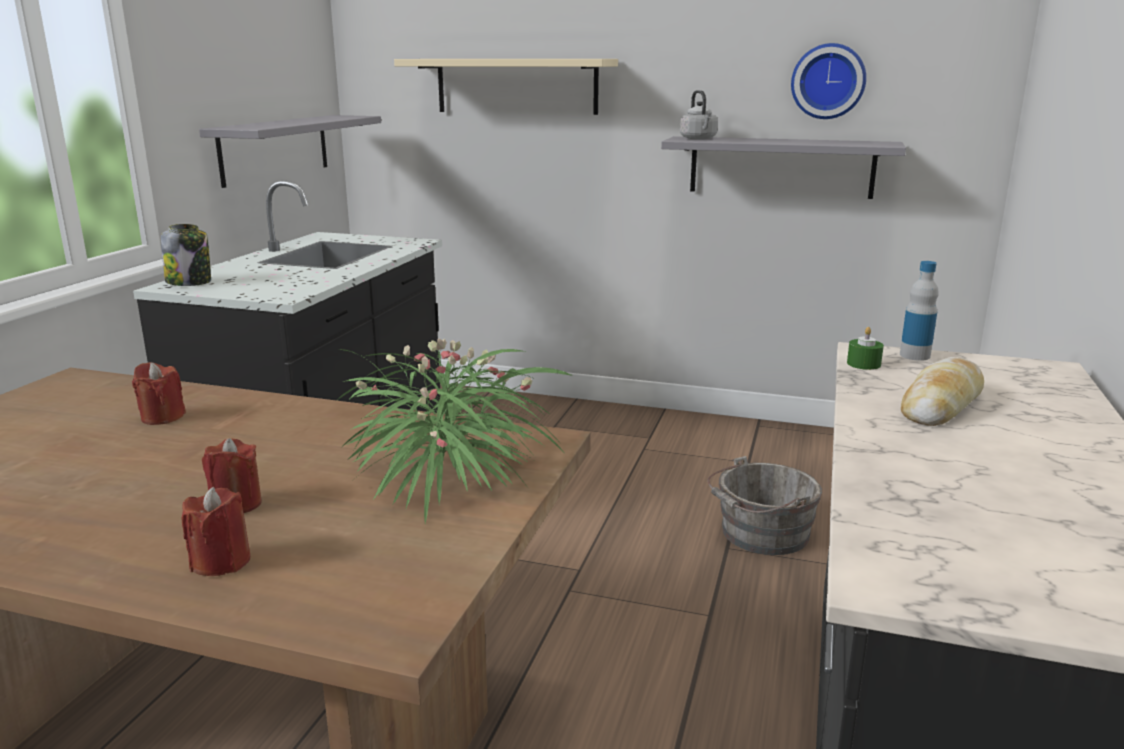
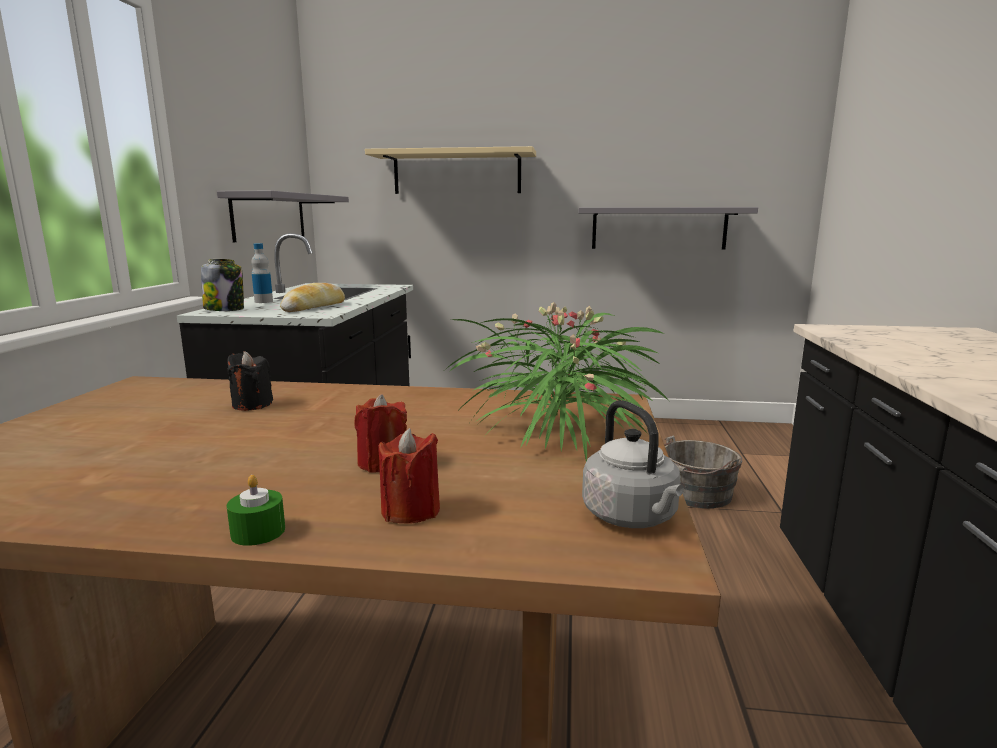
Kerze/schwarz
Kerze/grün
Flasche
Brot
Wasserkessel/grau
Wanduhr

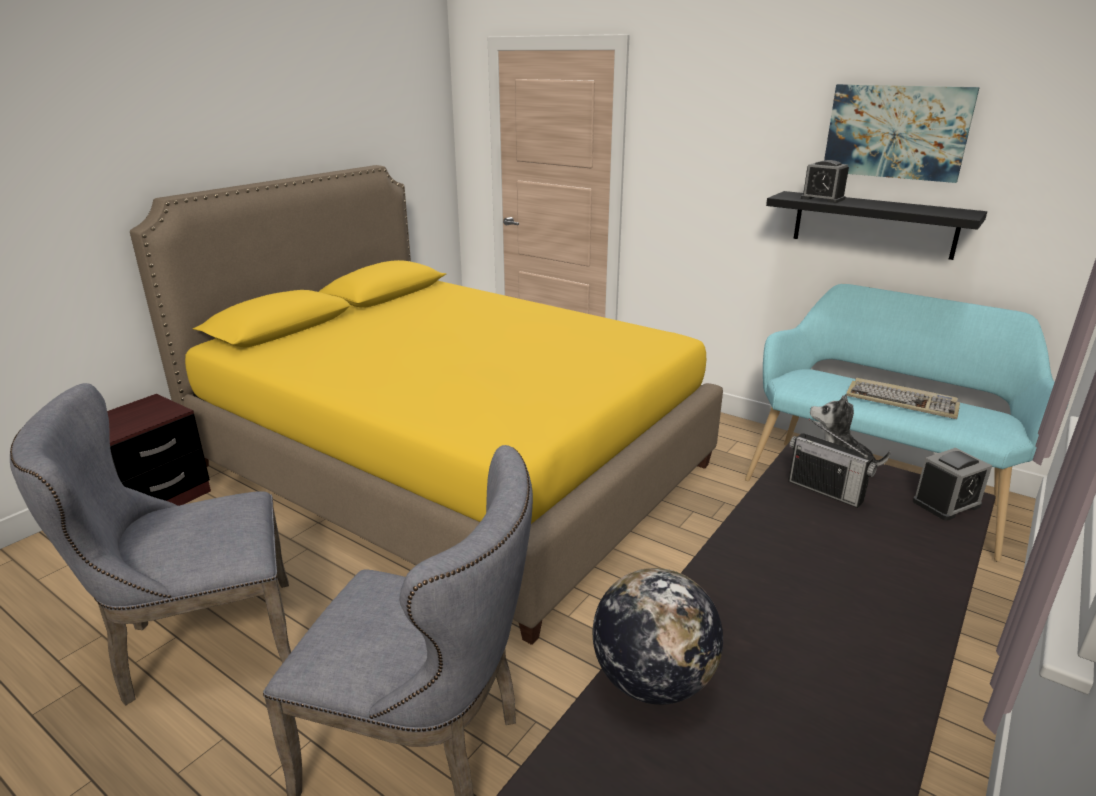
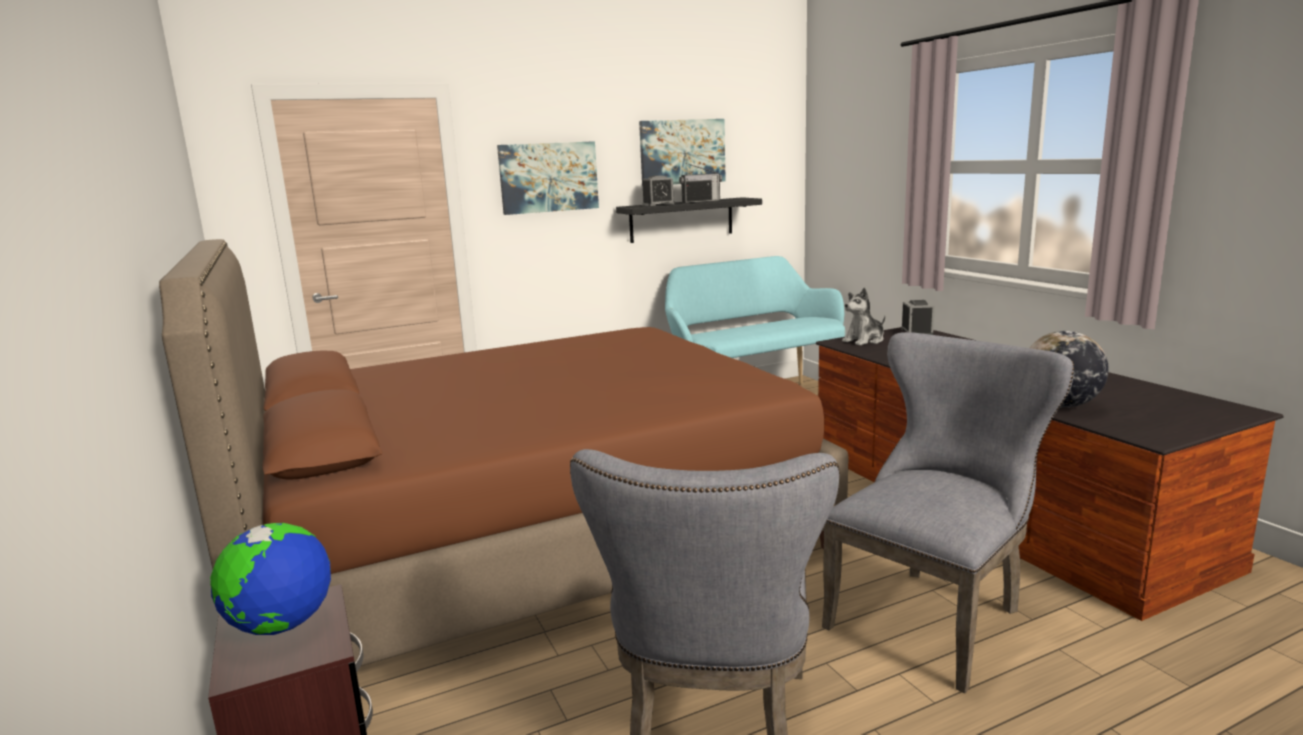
Bett/braun
Globus (1st from left)
Bild (1st from left)
Radio
Tastatur

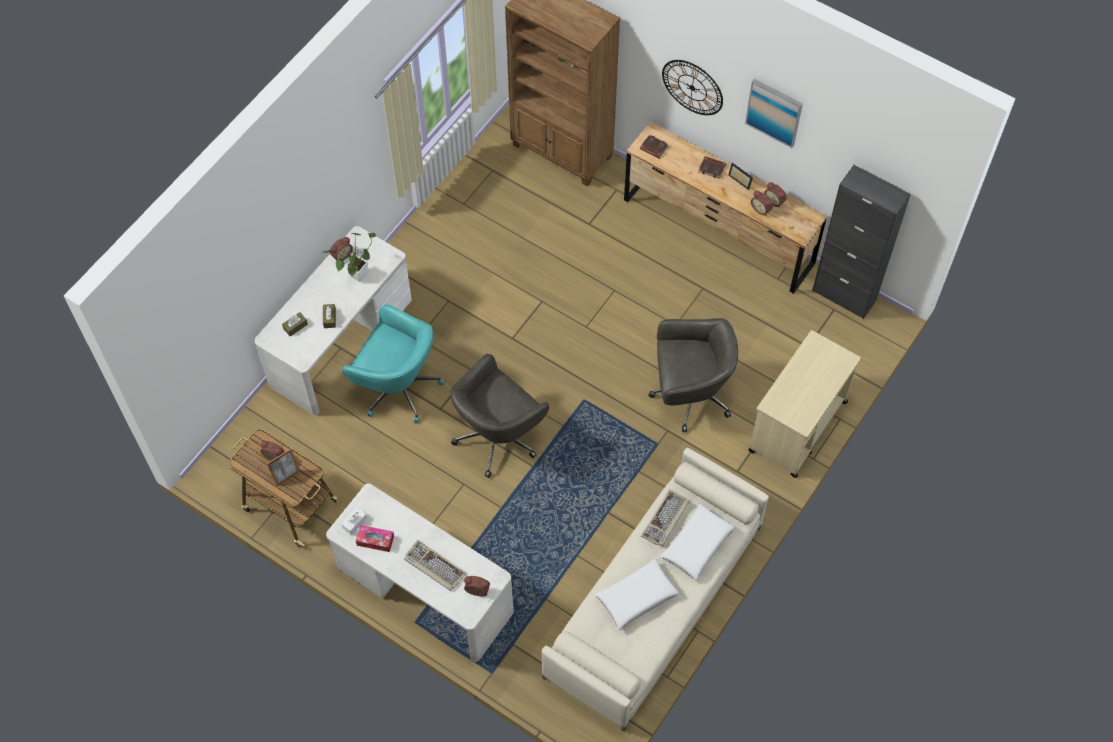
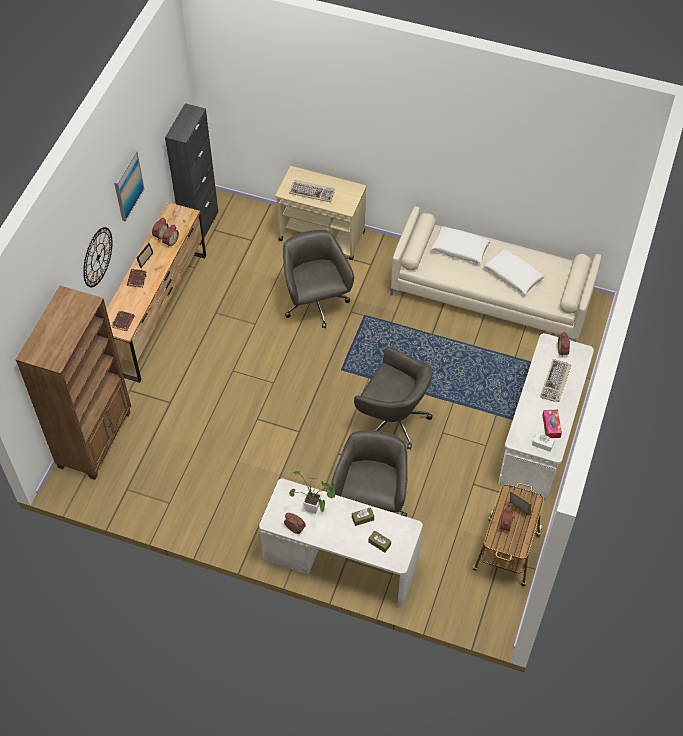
Tastatur (1st from left)
Bürostuhl/grau (2nd from left)

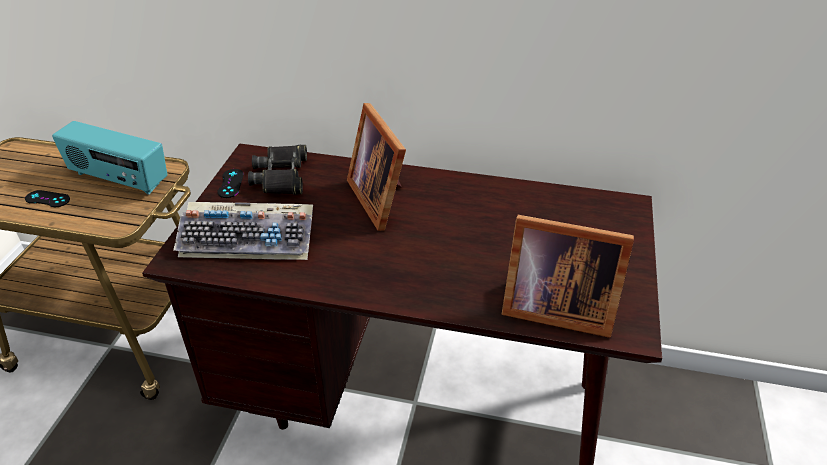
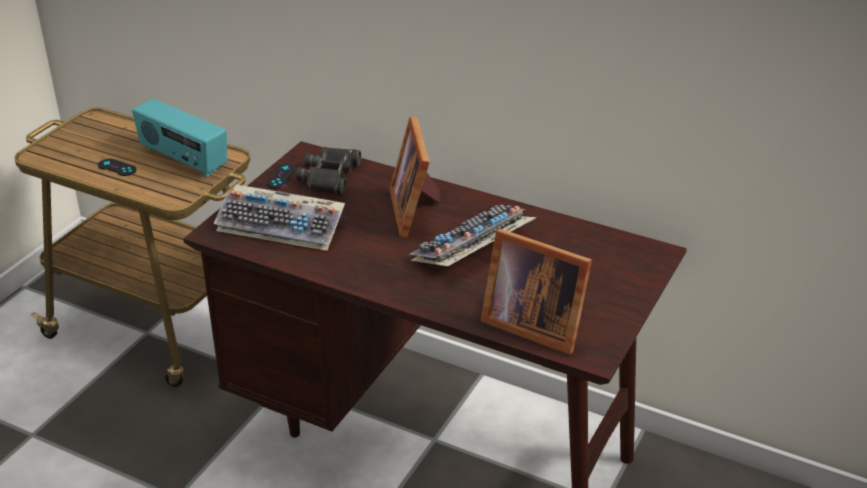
Tastatur (2nd from left)

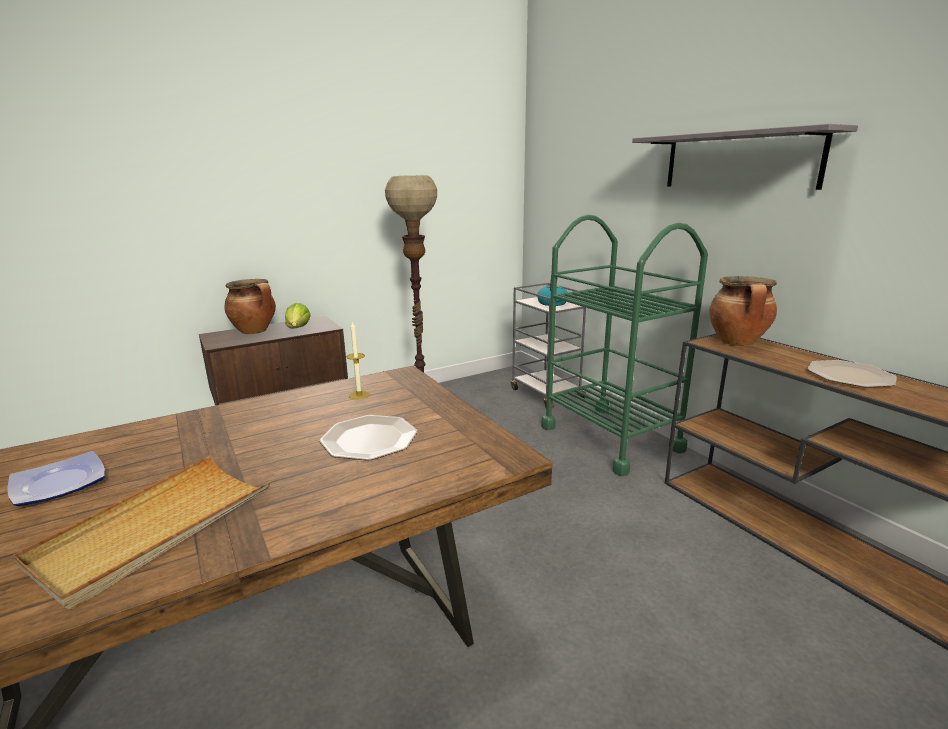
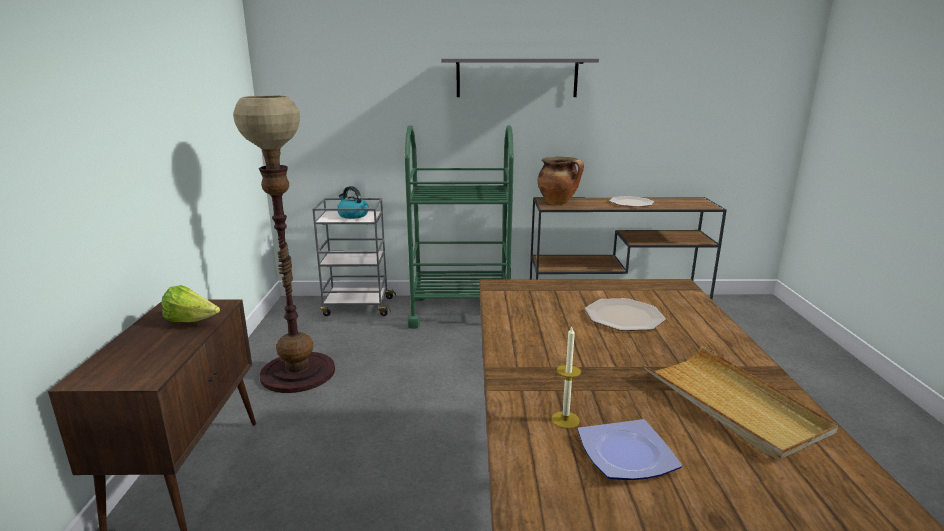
Kerze
Kochtopf (1st from left in the first image)

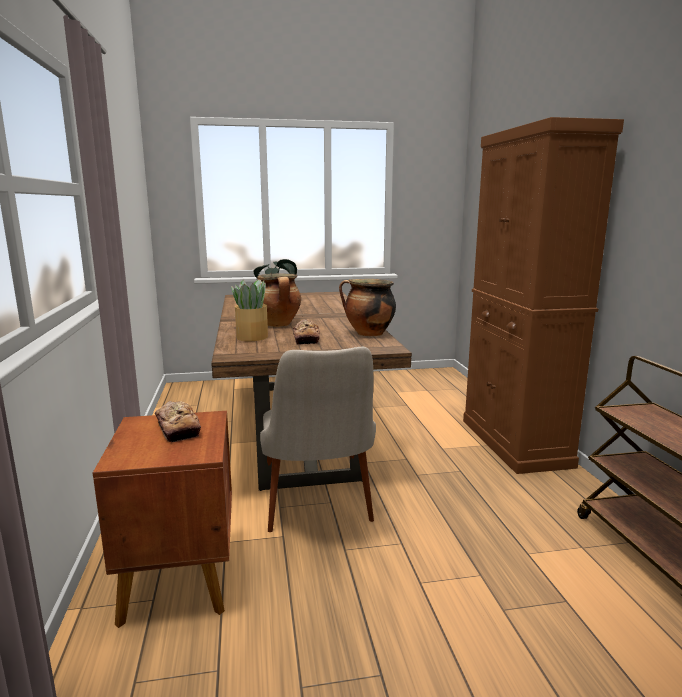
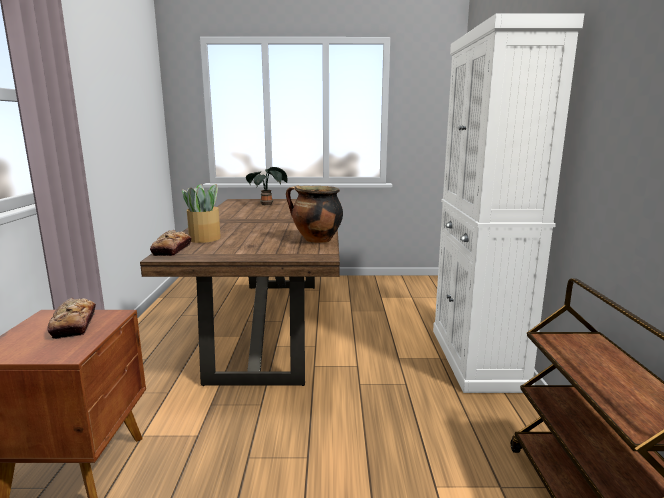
Brot (2nd from left)
Schrank/weiß
Kochtopf (1st from left in the first image)
Stuhl/beige

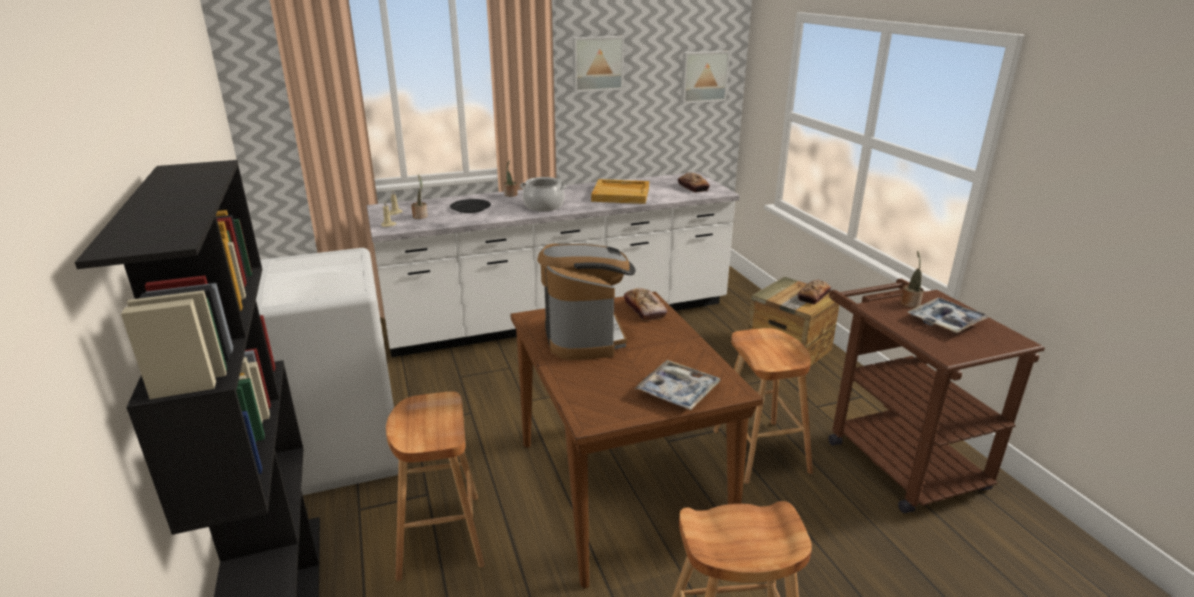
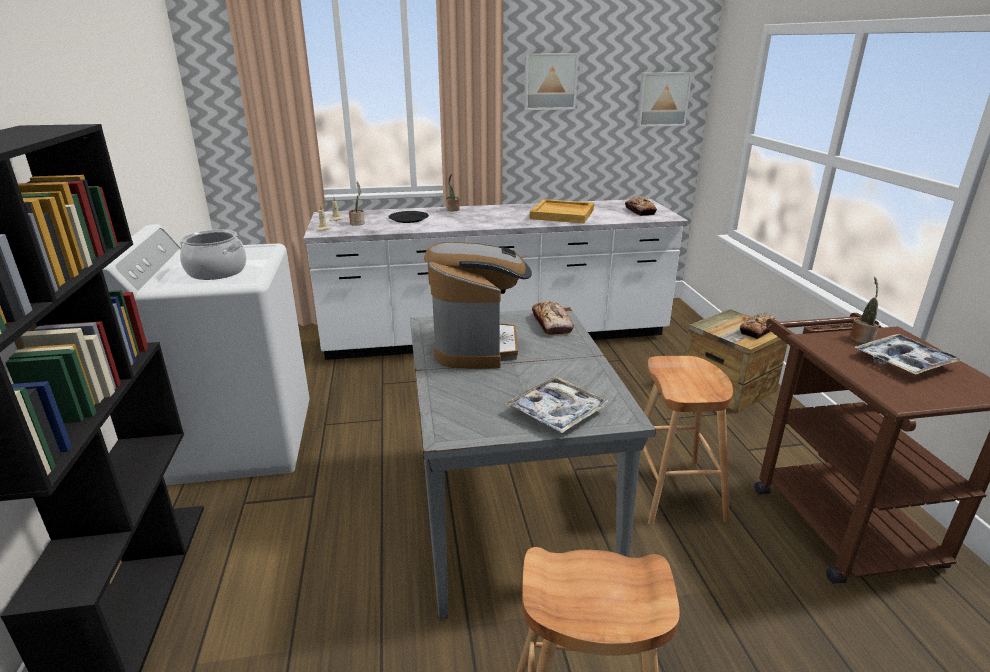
Kochtopf
Esstisch/grau
Hocker/braun (1st from left in the first image)

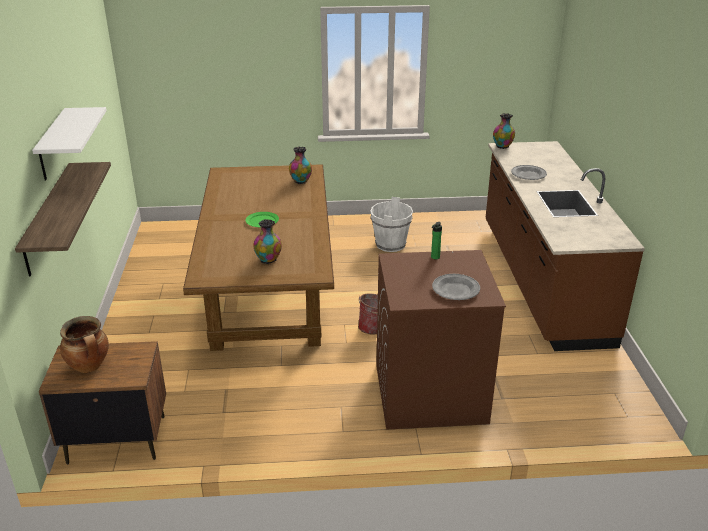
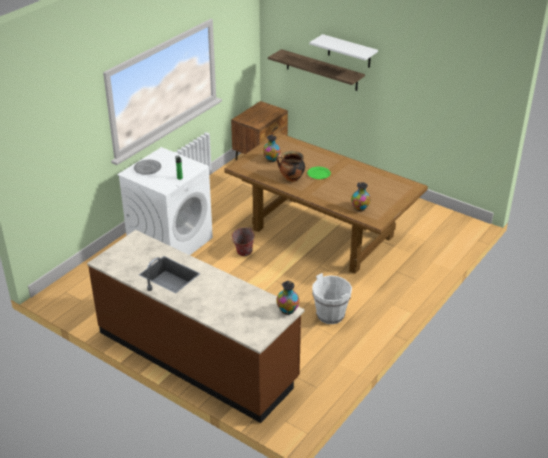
Waschmaschine/weiß
Kochtopf
Teller/grau (2nd from left in the first image)

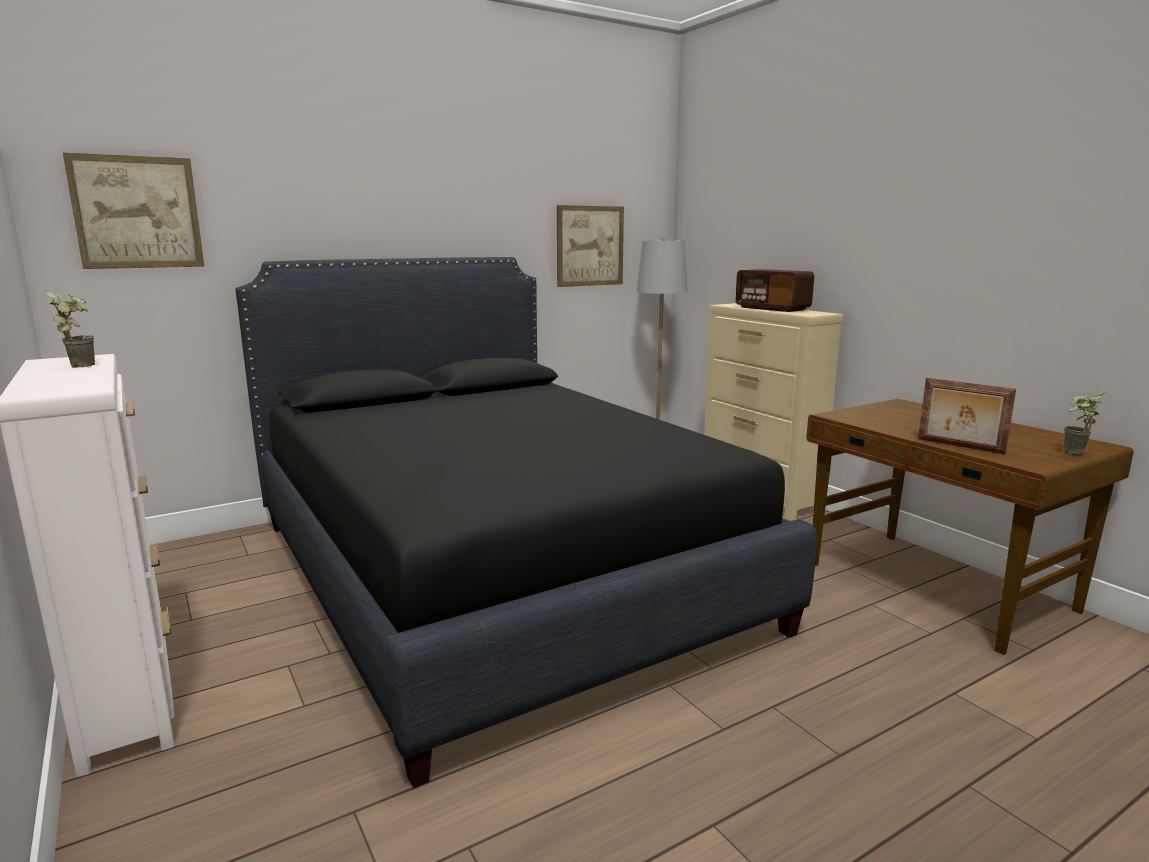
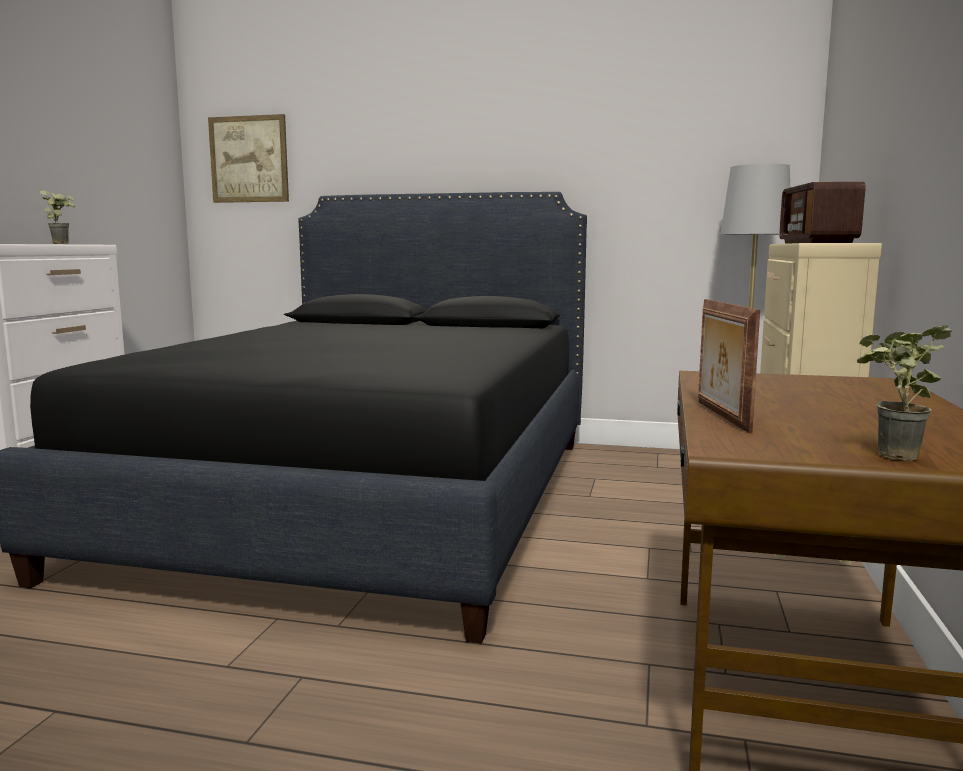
Bild (2nd from left in the first image)

